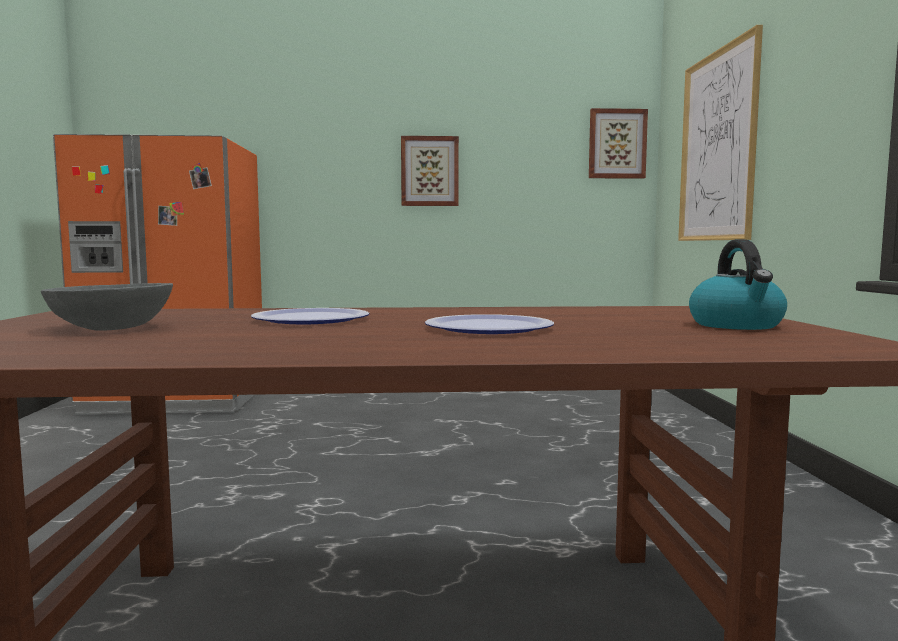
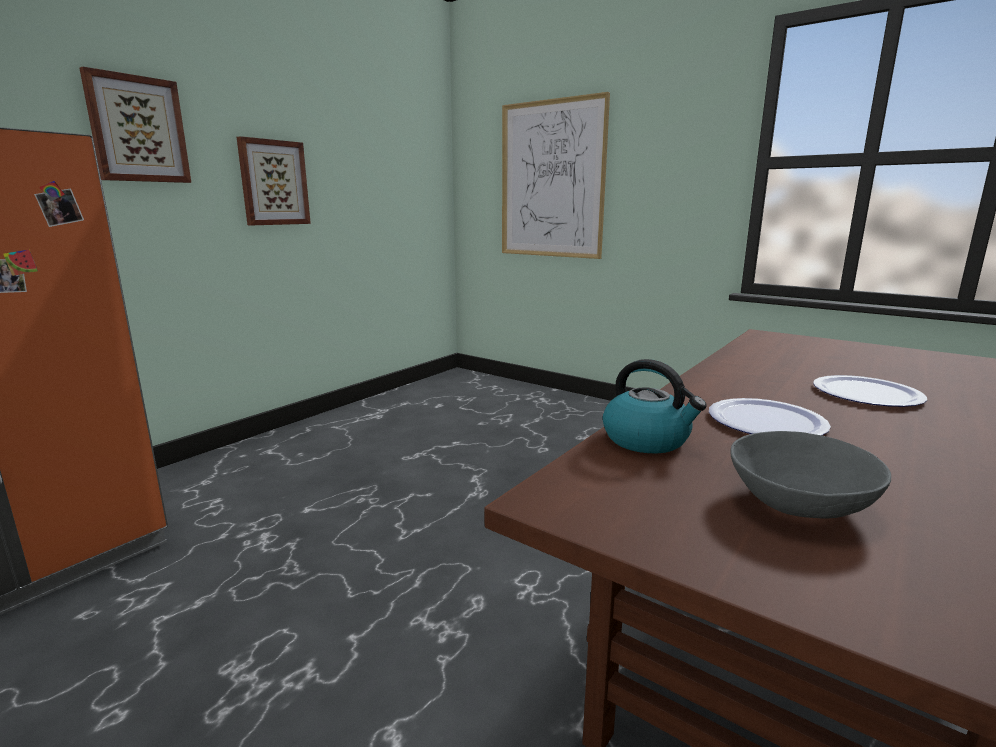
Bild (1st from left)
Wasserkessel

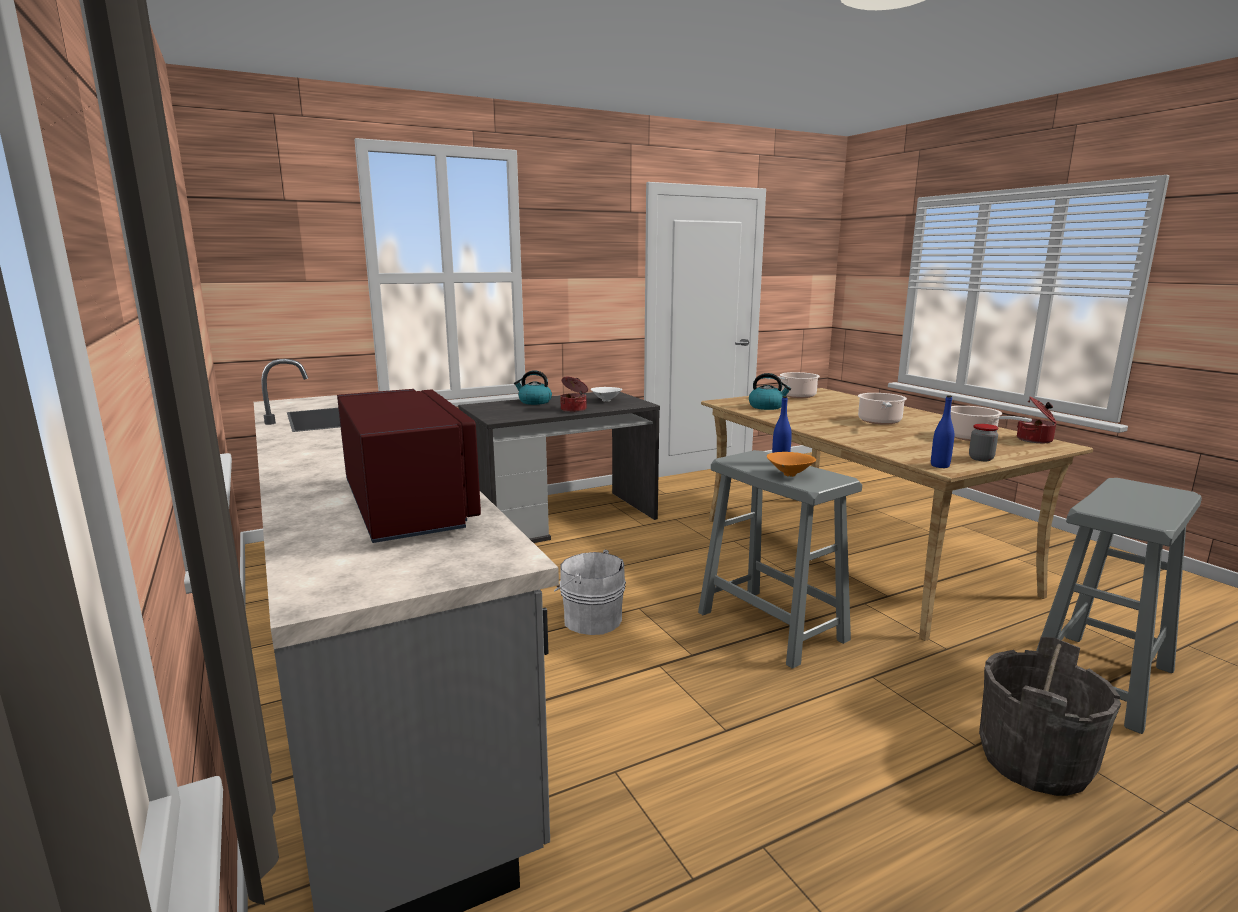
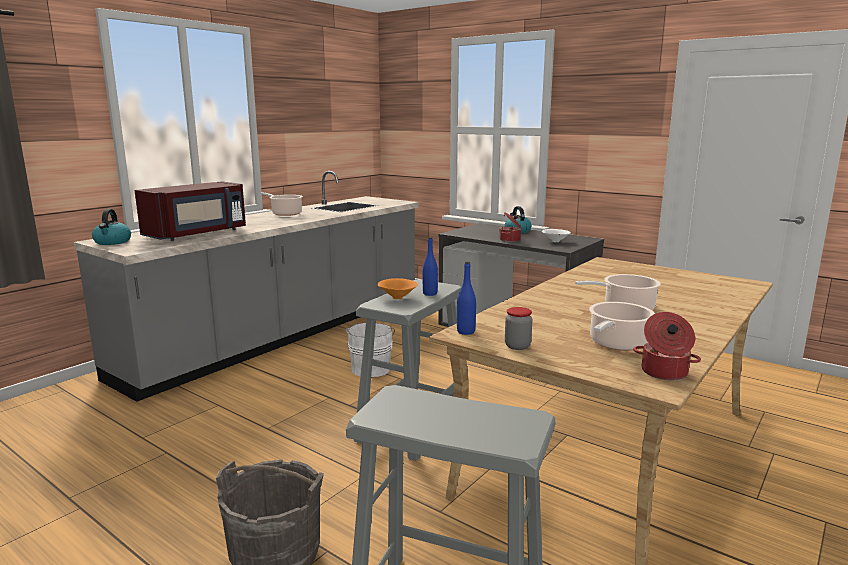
Wasserkessel (1st from left)
Kochtopf (1st from left)

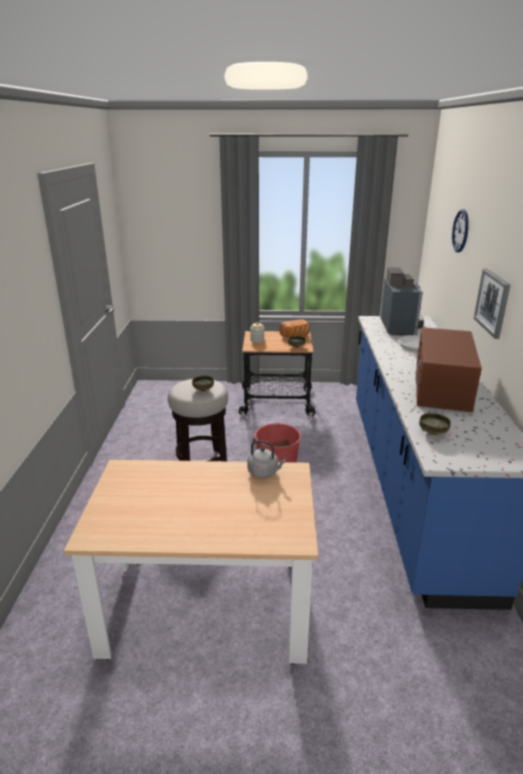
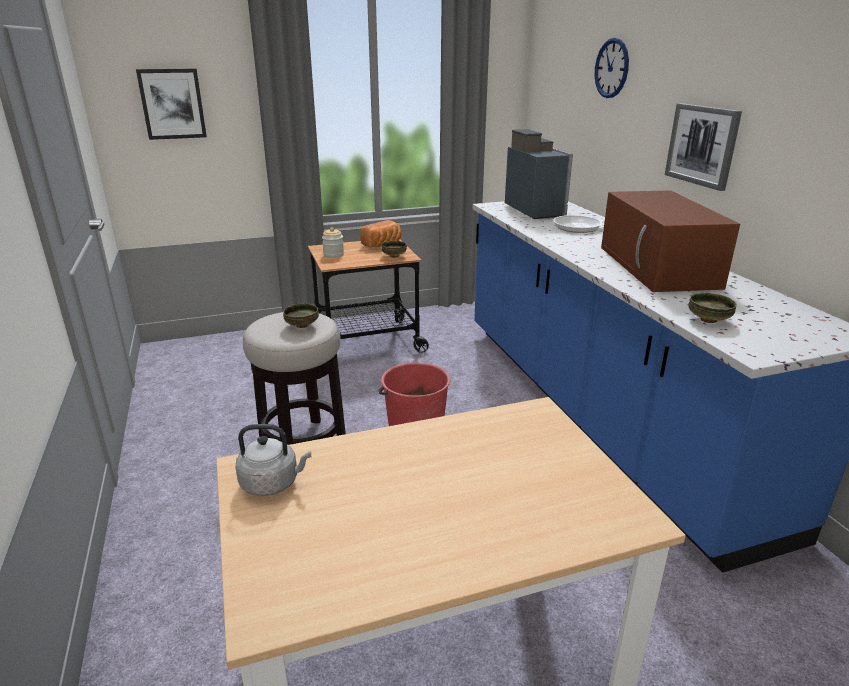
Bild (1st from left)
Wasserkessel/grau

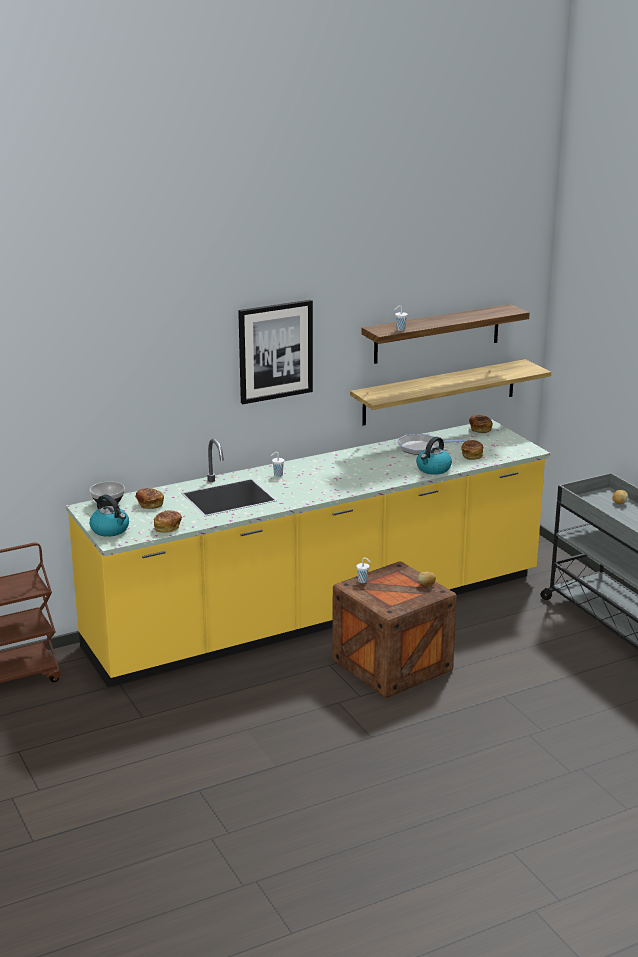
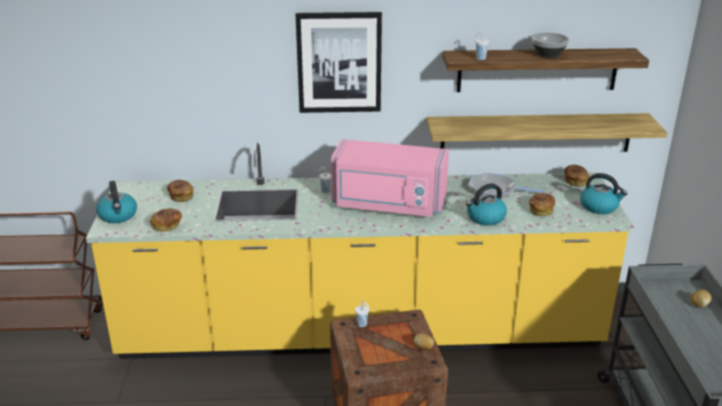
Mikrowelle/rosa
Schüssel
Wasserkessel (3rd from left)

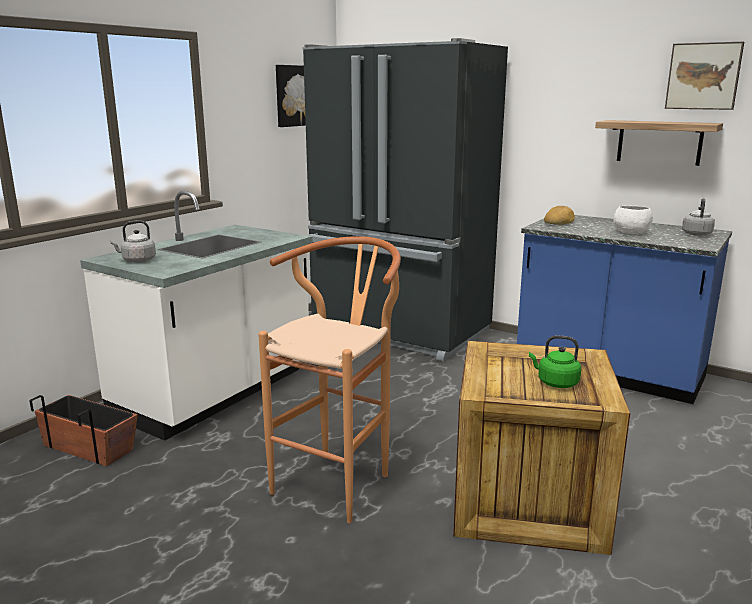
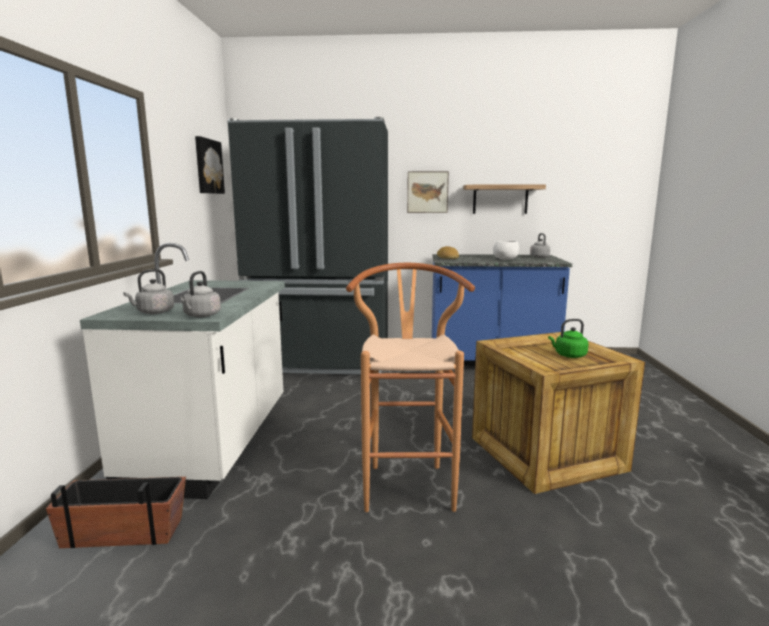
Wasserkessel/grau (2nd from left)
Bild (2nd from left)

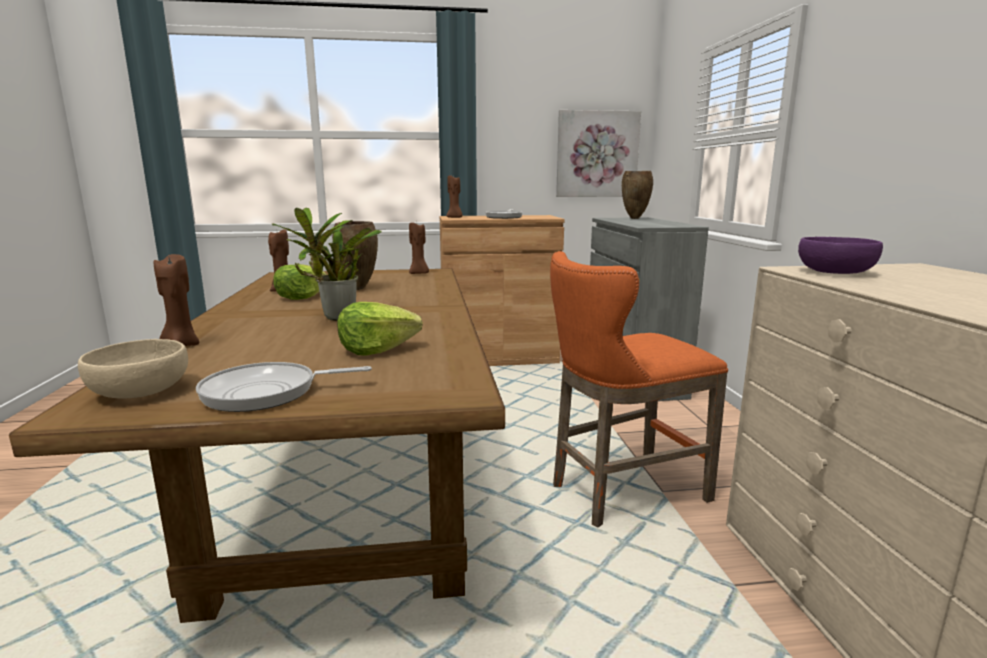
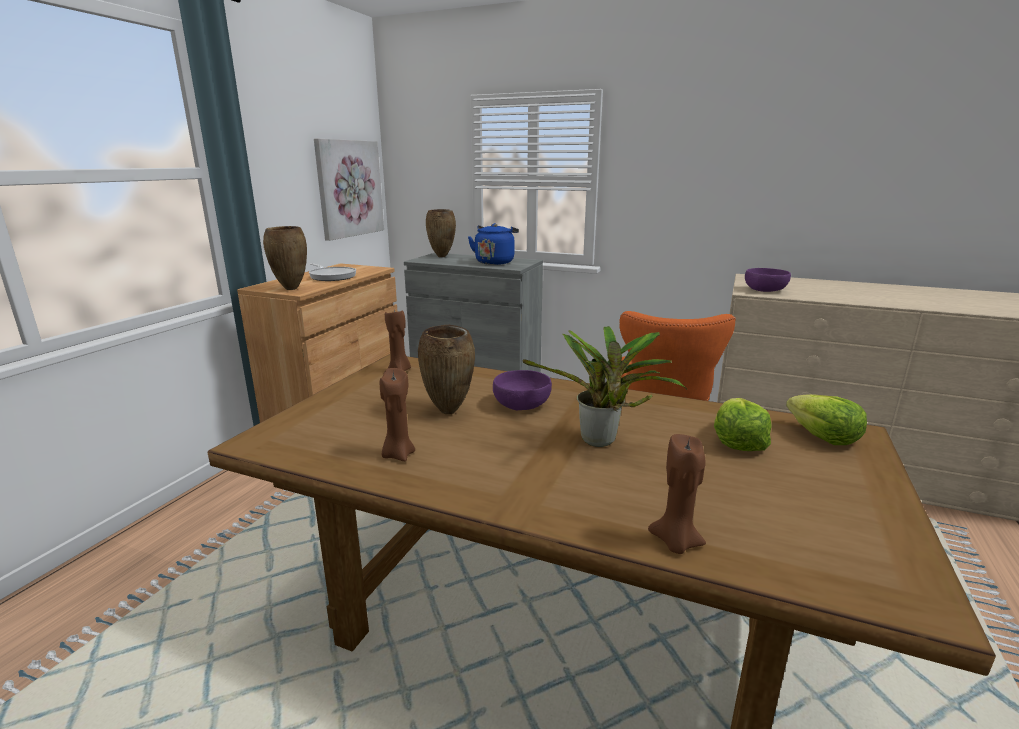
Vase/braun (1st from left)
Wasserkessel/blau
Schüssel/lila (1st from left)
Salatkopf (2nd from left)
Schüssel/beige
Pfanne (1st from left in the first image)

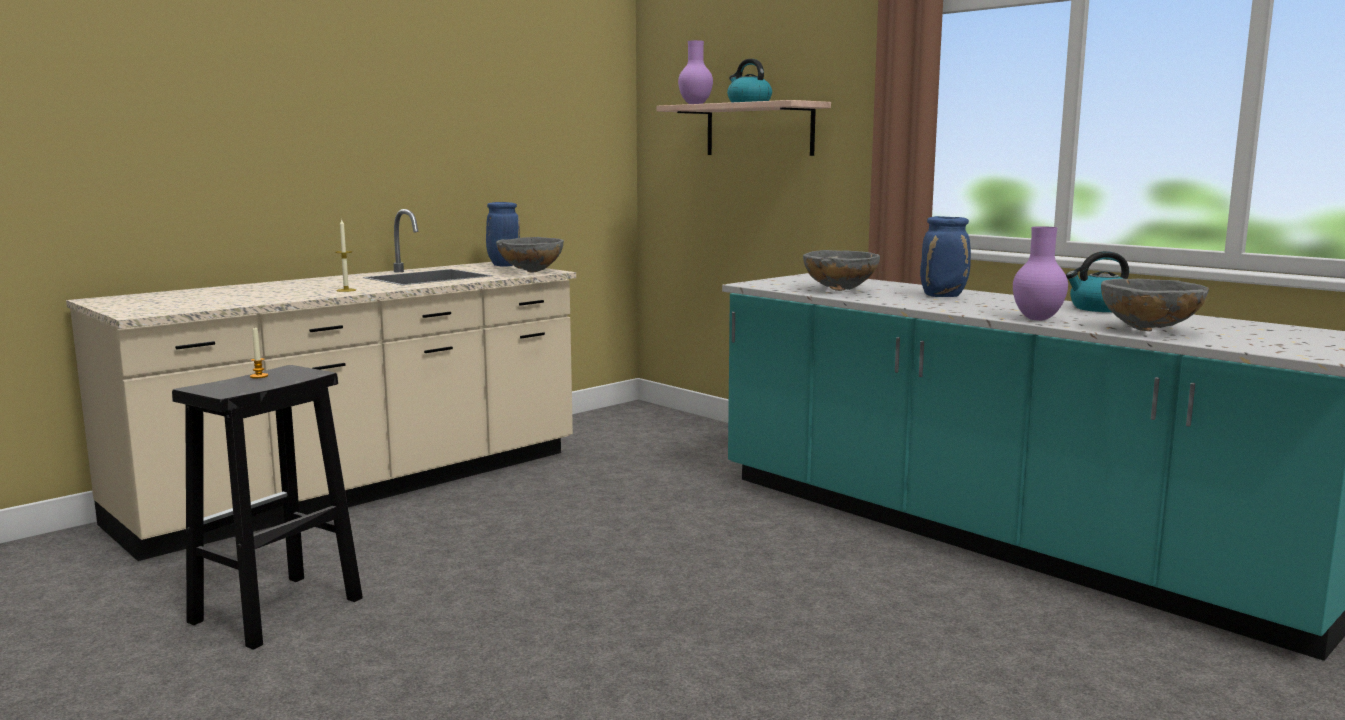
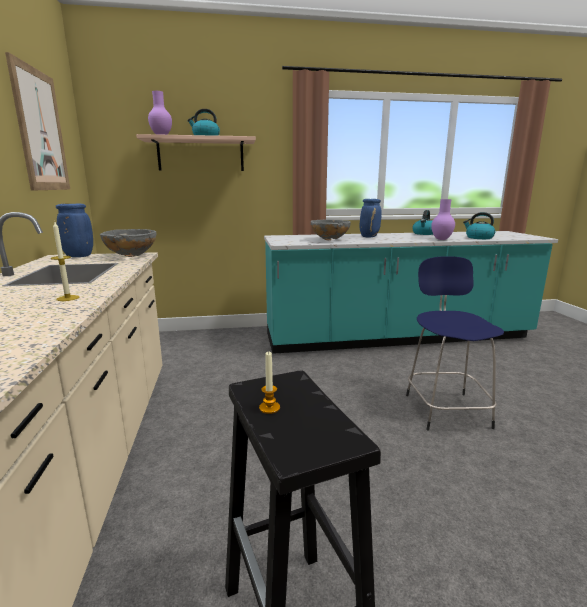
Bild
Hocker/blau
Wasserkessel (3rd from left)

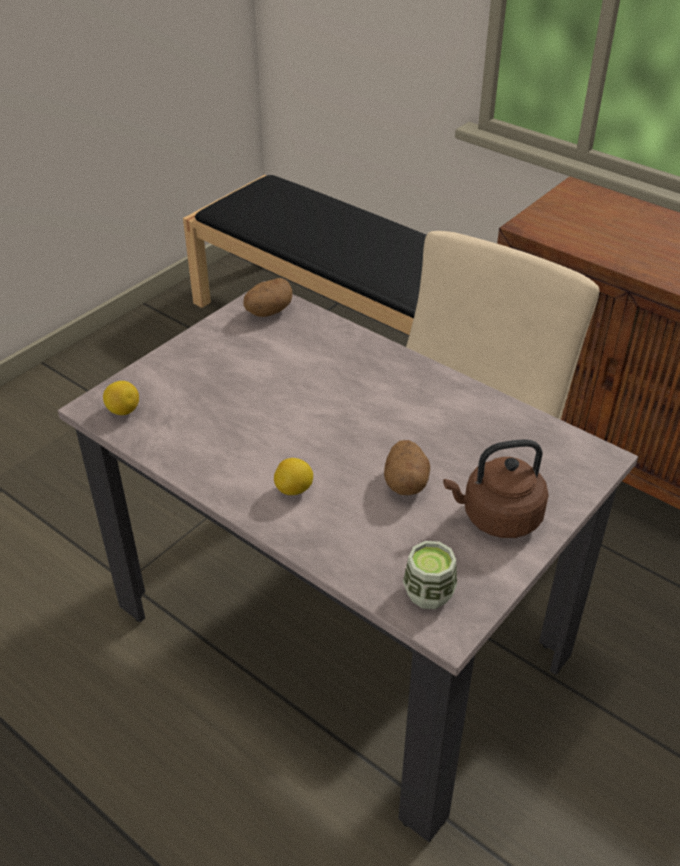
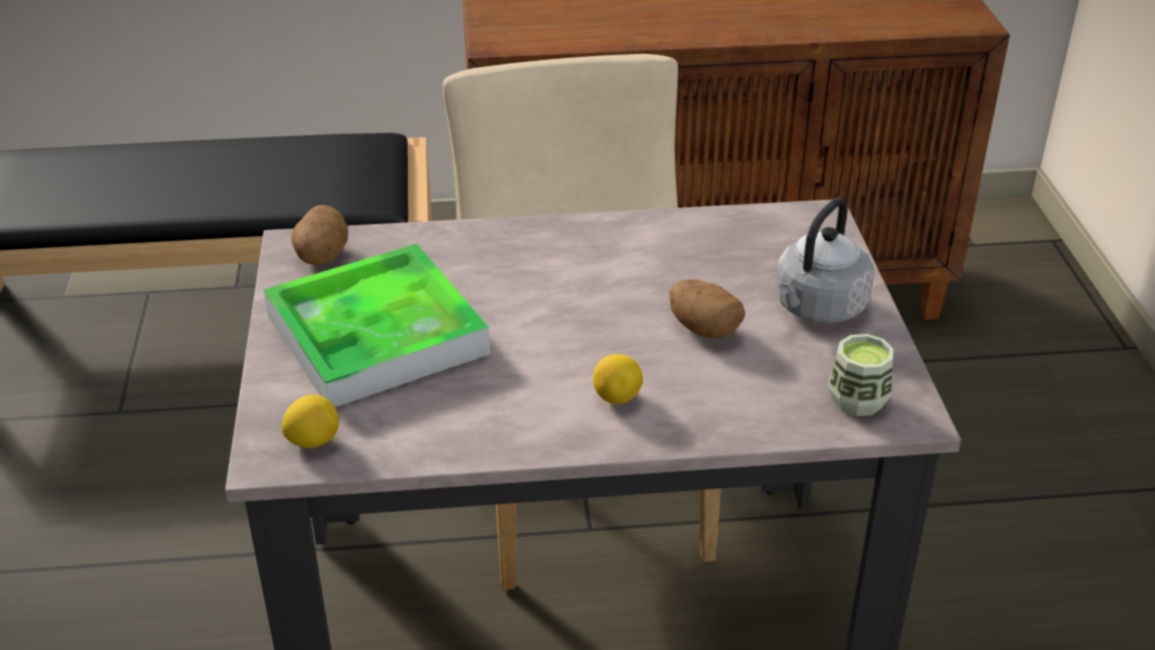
Tablett
Wasserkessel/grau

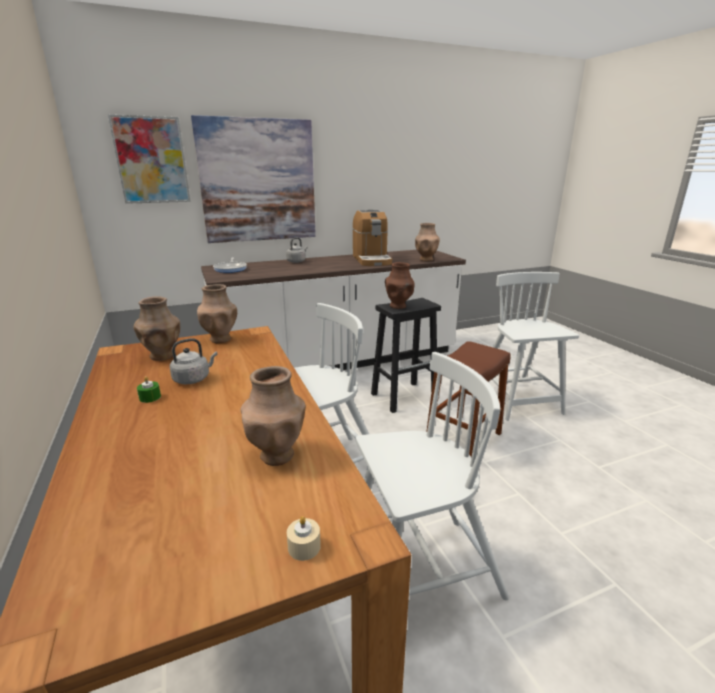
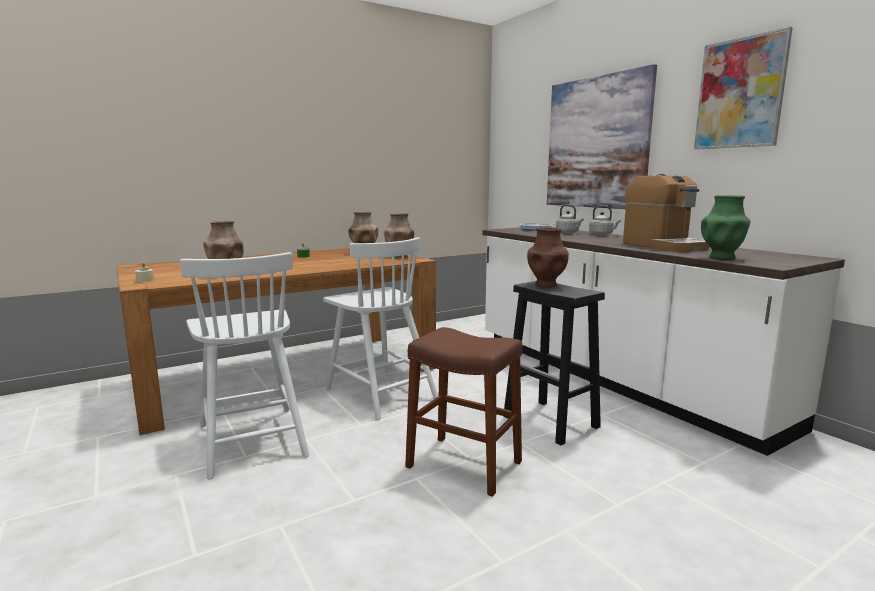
Wasserkessel/grau (1st from left)
Kaffeemaschine
Bild (2nd from left)
Vase/grün
Stuhl/weiß (3rd from left in the first image)

